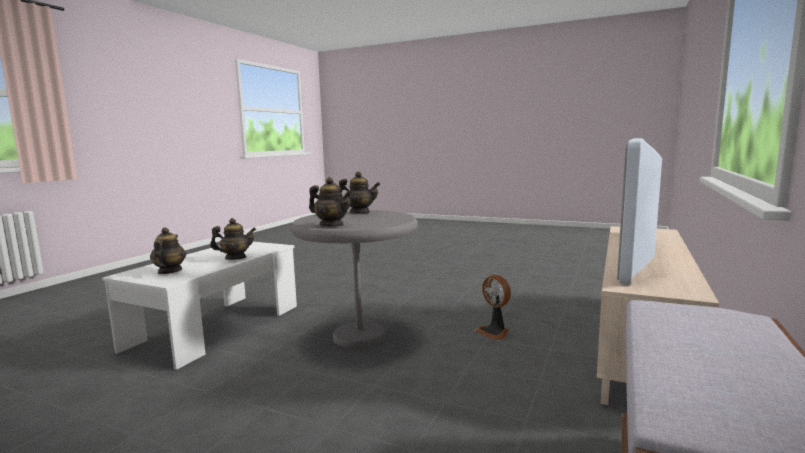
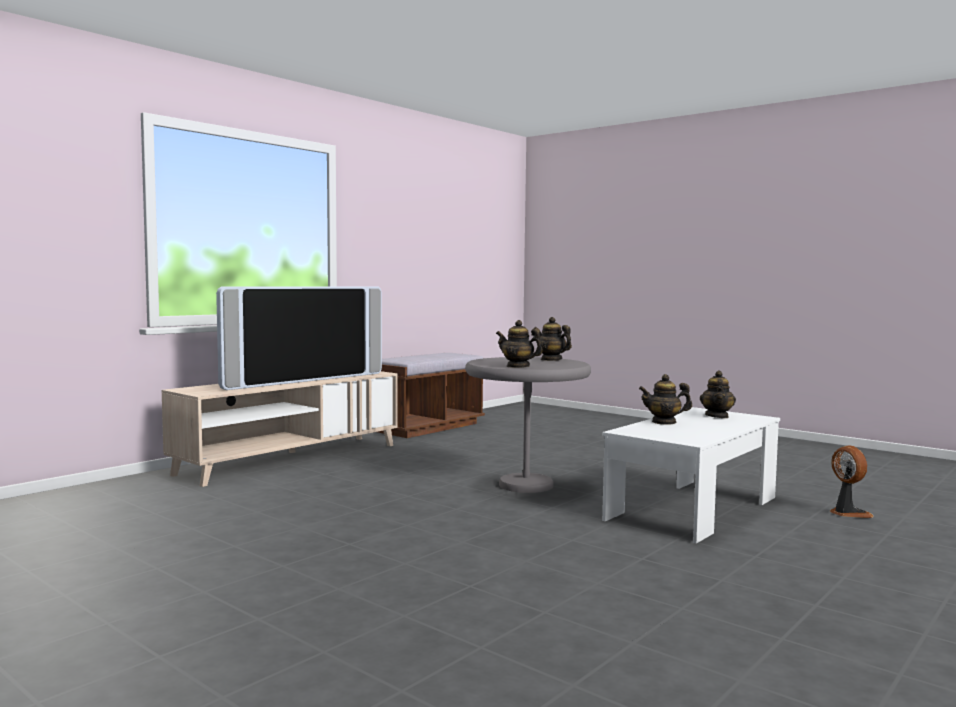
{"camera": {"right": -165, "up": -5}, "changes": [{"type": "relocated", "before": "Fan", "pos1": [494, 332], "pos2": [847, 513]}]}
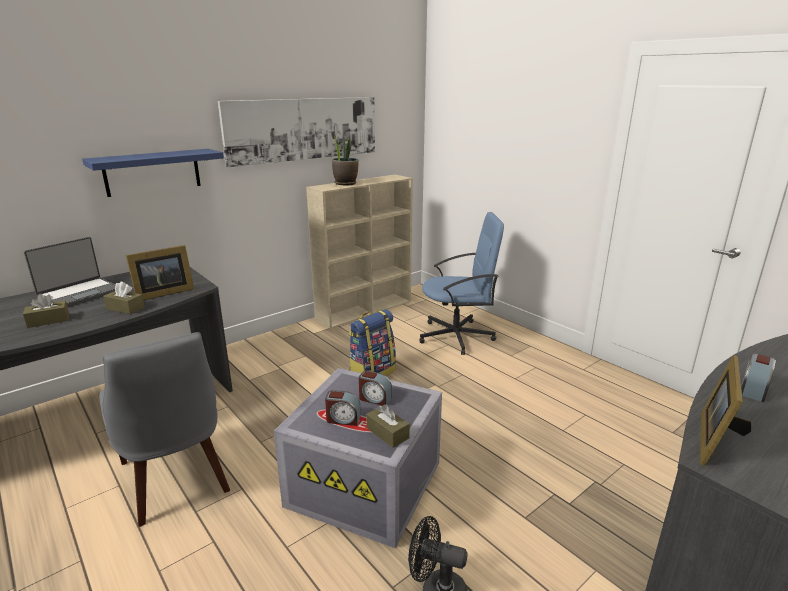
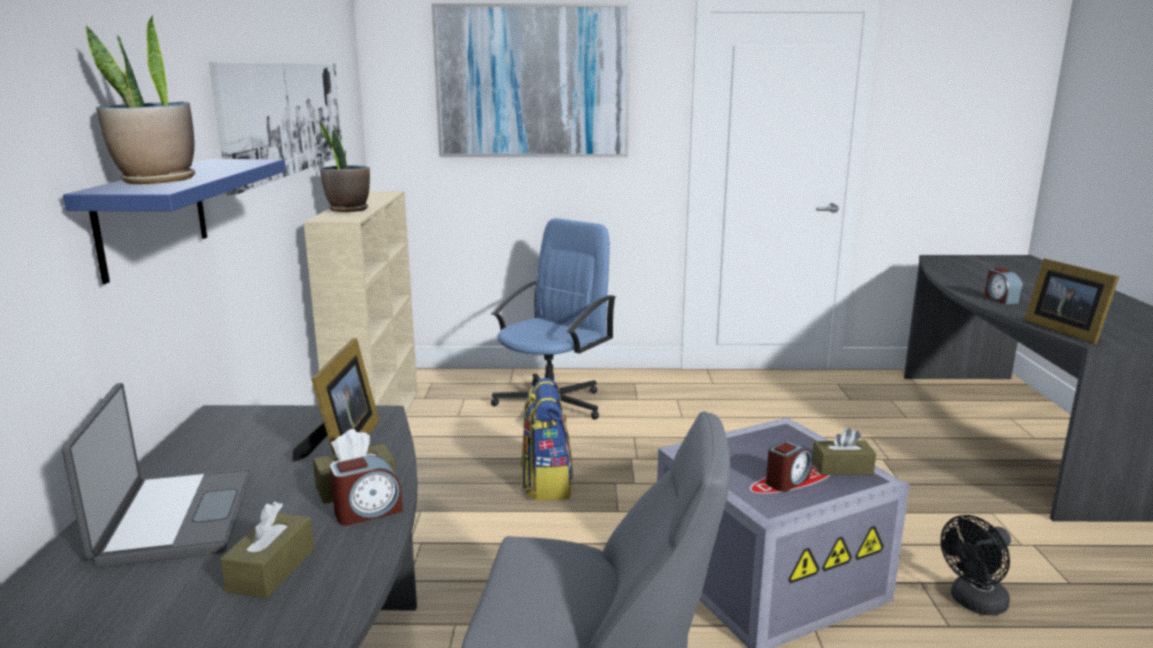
{"camera": {"right": -50, "up": -5}, "changes": [{"type": "relocated", "before": "AlarmClock", "pos1": [374, 398], "pos2": [368, 511]}, {"type": "appeared", "after": "Picture", "pos2": [533, 82]}, {"type": "appeared", "after": "PottedPlant", "pos2": [157, 181]}]}
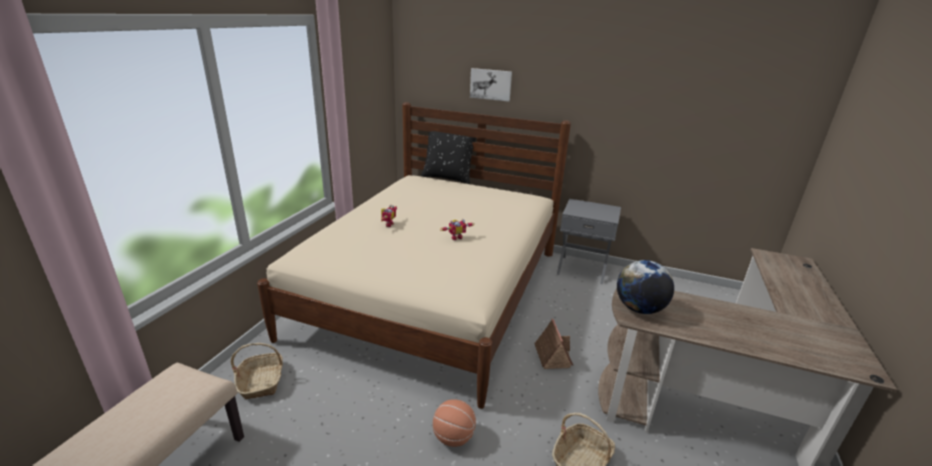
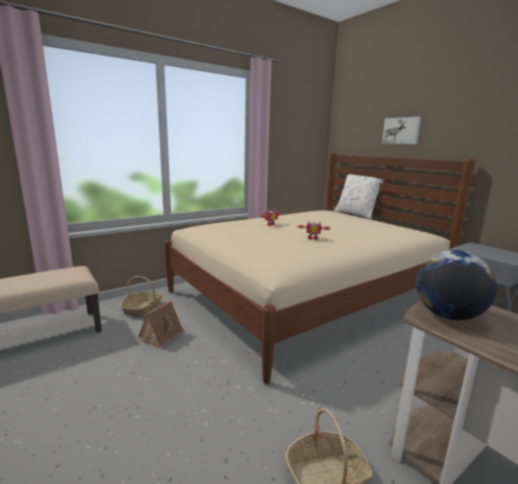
{"camera": {"right": 35, "up": -10}, "changes": [{"type": "colour", "before": "BlackPillow", "after": "WhitePillow", "pos1": [448, 177], "pos2": [356, 214]}, {"type": "relocated", "before": "ToyHouse", "pos1": [552, 355], "pos2": [163, 335]}, {"type": "missing", "before": "Basketball", "pos1": [453, 437]}]}
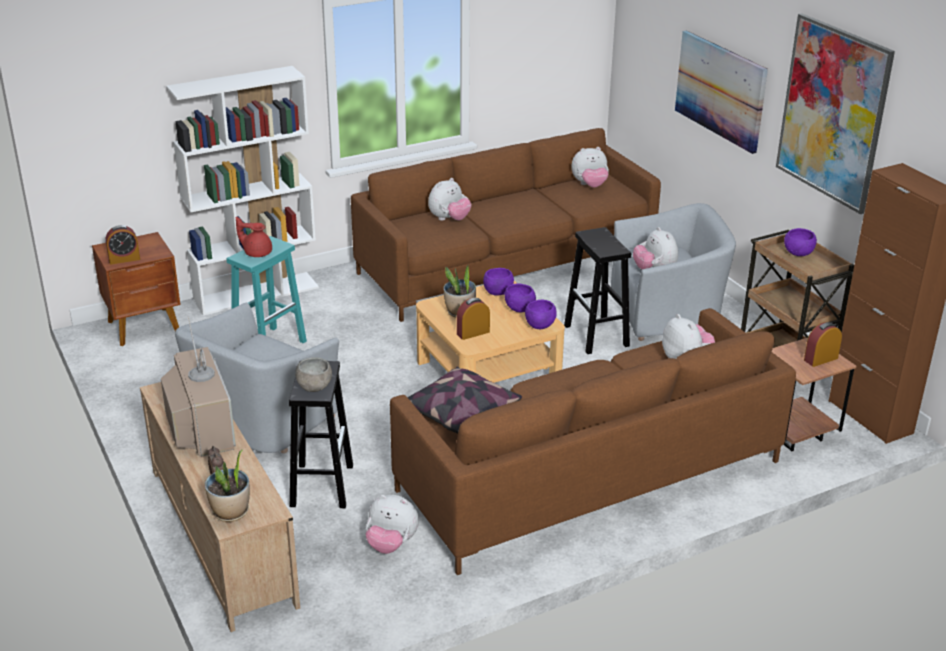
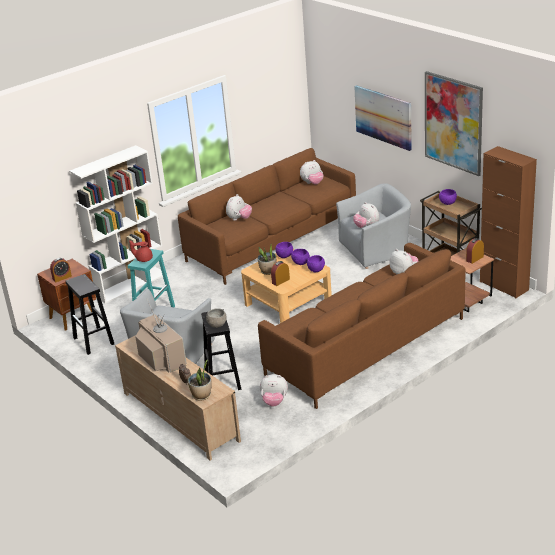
{"camera": {"right": -10, "up": 0}, "changes": [{"type": "relocated", "before": "BlackStool", "pos1": [597, 336], "pos2": [94, 341]}, {"type": "missing", "before": "Pillow", "pos1": [460, 414]}]}
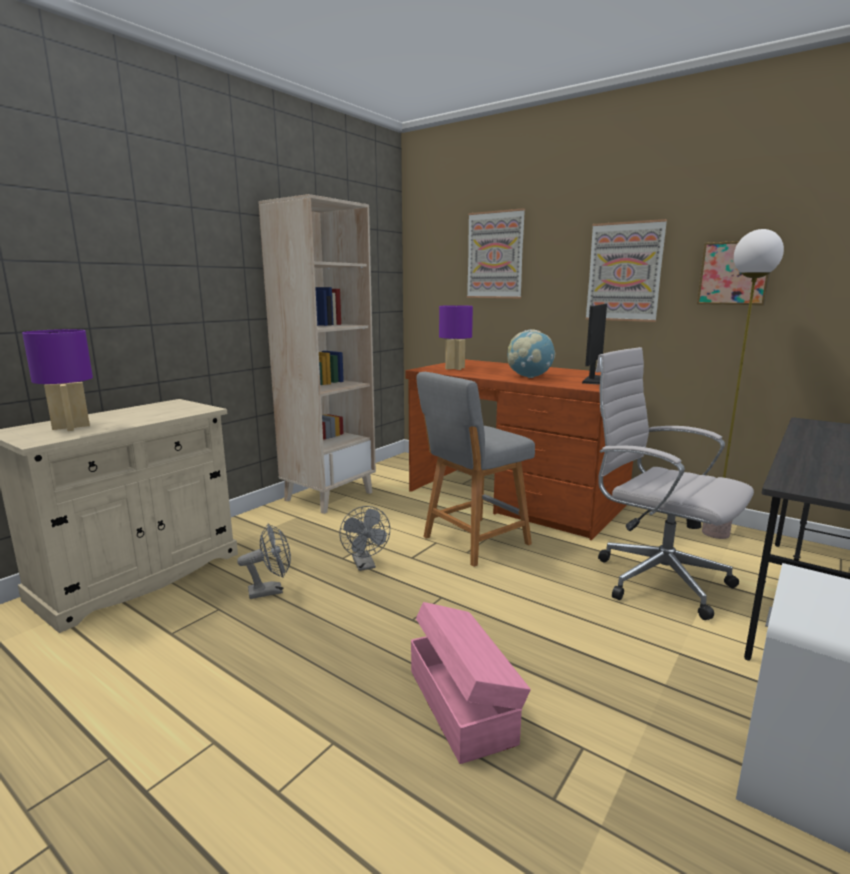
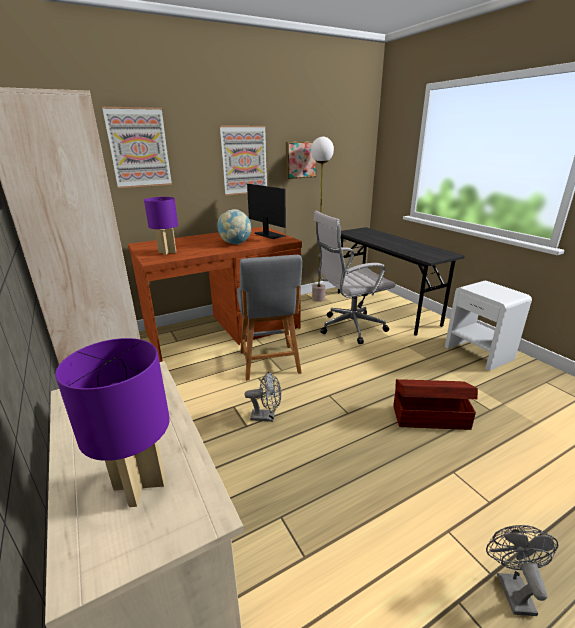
{"camera": {"right": -65, "up": 10}, "changes": [{"type": "relocated", "before": "GreyFan", "pos1": [271, 590], "pos2": [511, 587]}, {"type": "colour", "before": "PinkStorageBox", "after": "BrownStorageBox", "pos1": [462, 704], "pos2": [429, 416]}]}
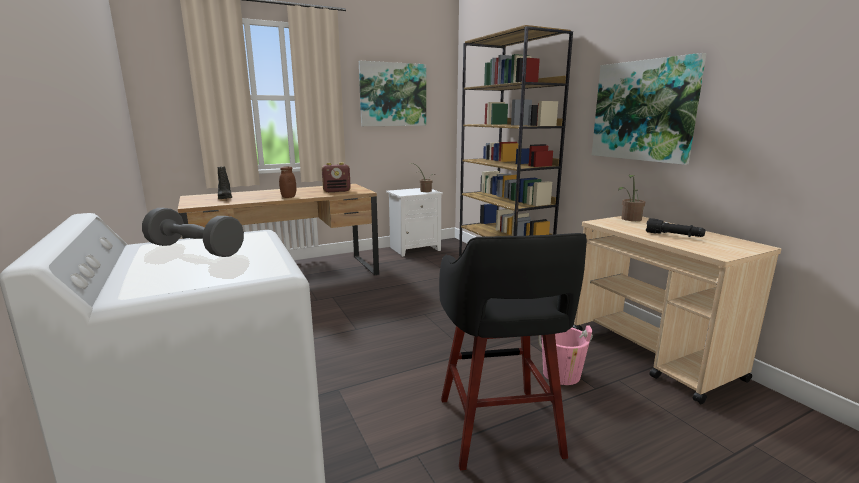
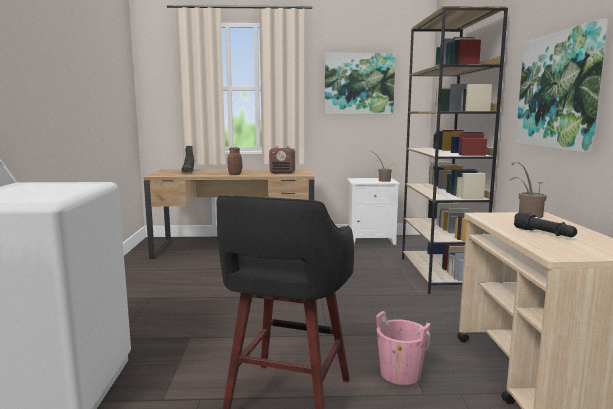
{"camera": {"right": 25, "up": -5}, "changes": [{"type": "missing", "before": "GreyDumbbell", "pos1": [195, 250]}]}
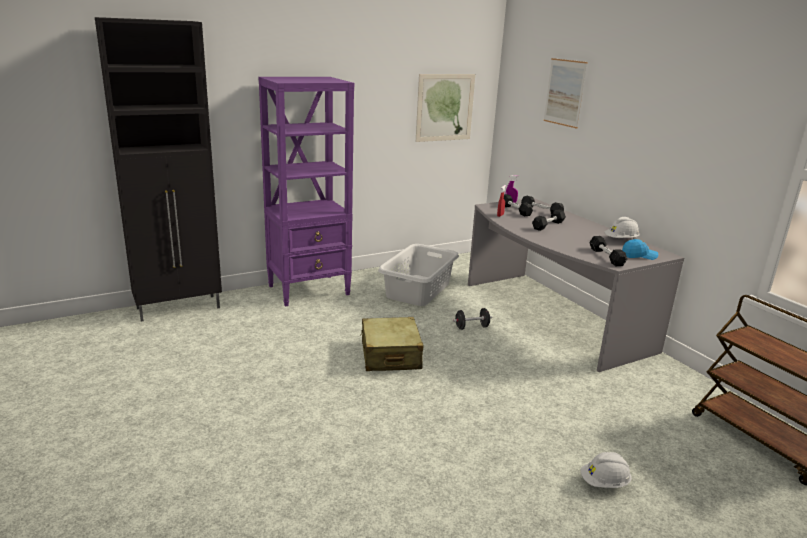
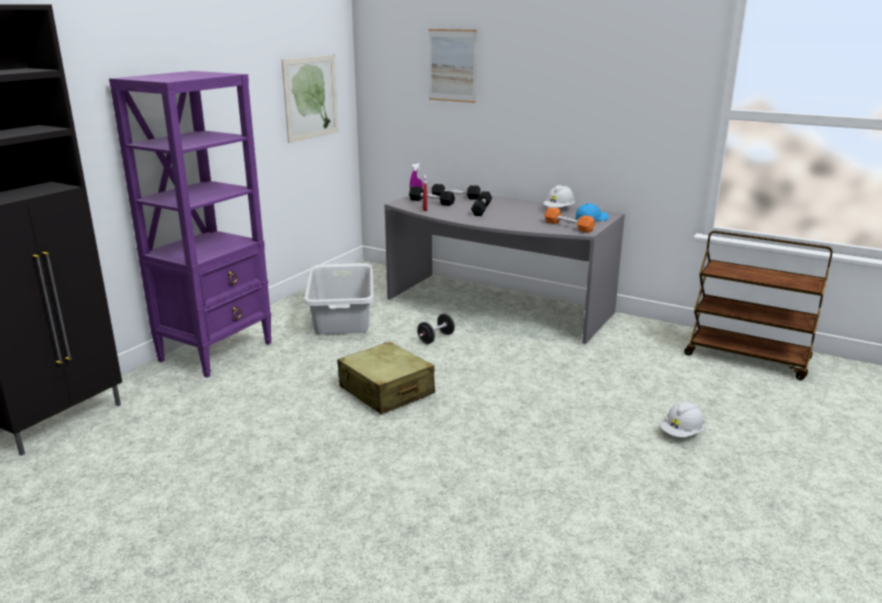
{"camera": {"right": -30, "up": 0}, "changes": [{"type": "colour", "before": "BlackDumbbell", "after": "OrangeDumbbell", "pos1": [606, 257], "pos2": [568, 226]}]}
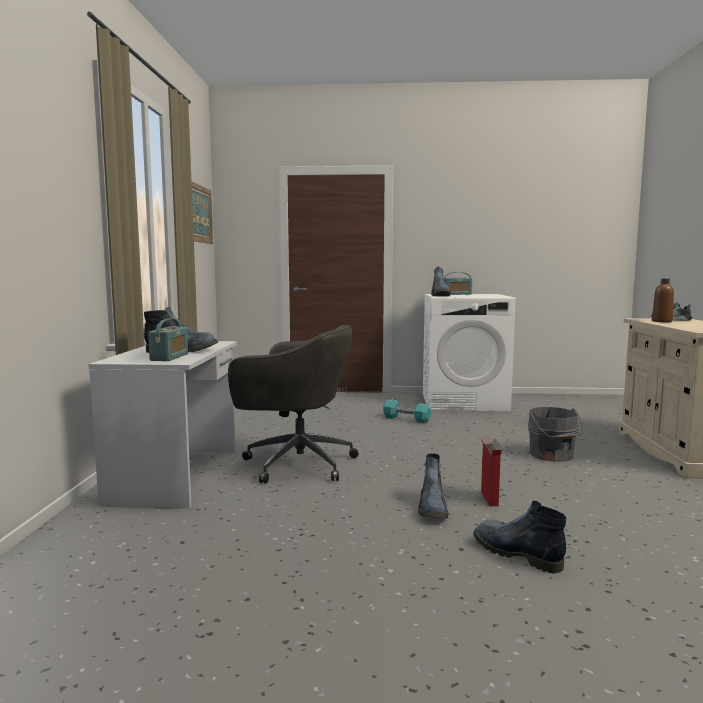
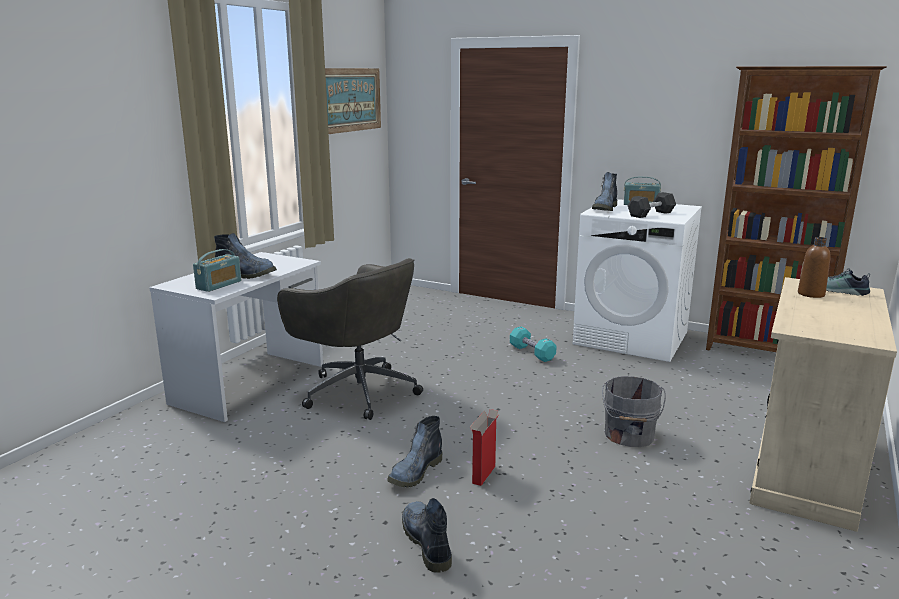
{"camera": {"right": 25, "up": 10}, "changes": [{"type": "appeared", "after": "BrownBookcase", "pos2": [766, 352]}, {"type": "appeared", "after": "BlackDumbbell", "pos2": [651, 214]}]}
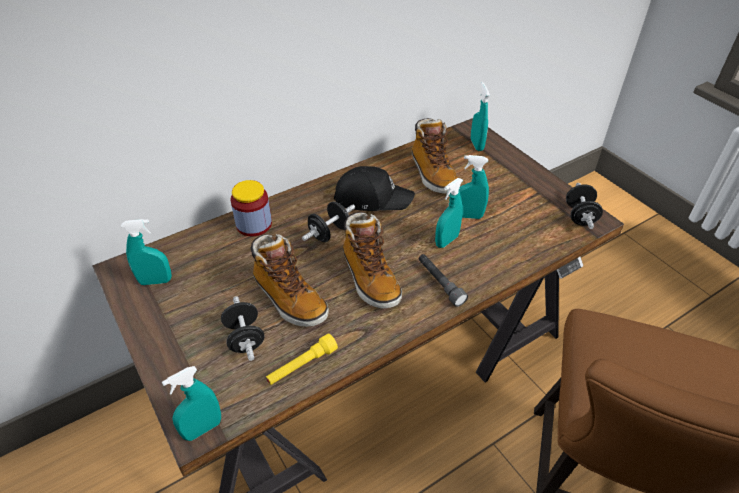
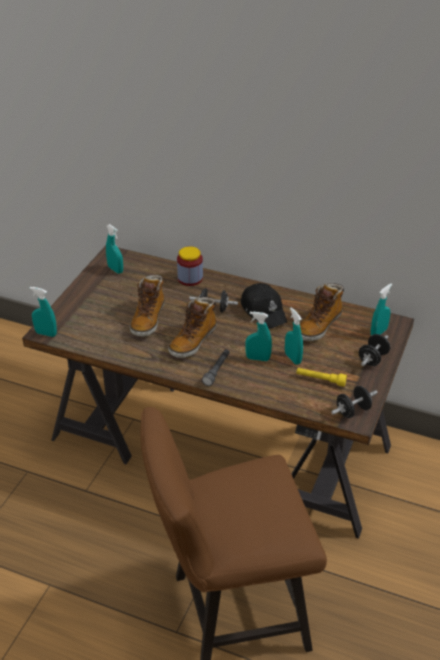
{"camera": {"right": 55, "up": -5}, "changes": [{"type": "relocated", "before": "BlackDumbbell", "pos1": [245, 338], "pos2": [373, 359]}, {"type": "relocated", "before": "YellowFlashlight", "pos1": [302, 366], "pos2": [320, 380]}]}
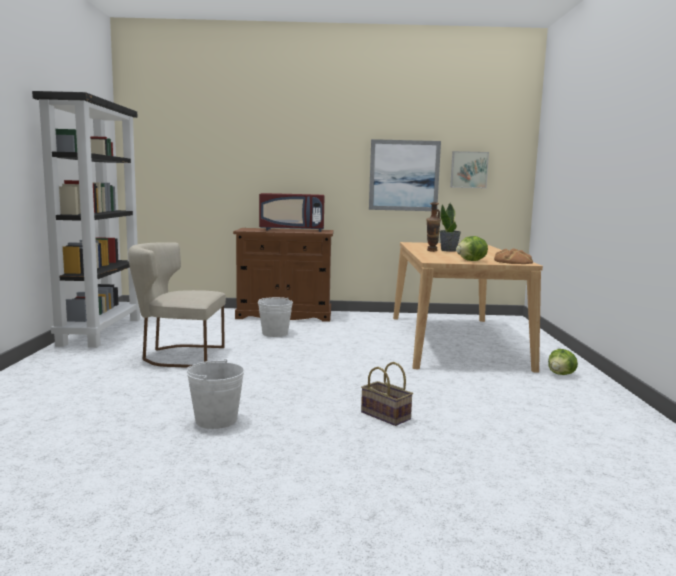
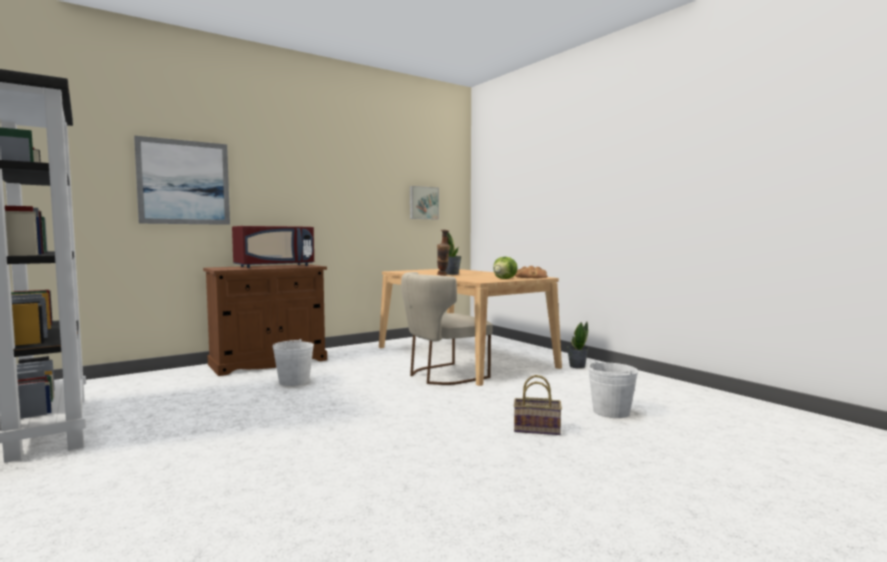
{"camera": {"right": -35, "up": -5}, "changes": [{"type": "relocated", "before": "Picture", "pos1": [404, 175], "pos2": [184, 182]}, {"type": "relocated", "before": "BeigeChair", "pos1": [178, 356], "pos2": [442, 375]}, {"type": "exchanged", "before": "Lettuce", "after": "PottedPlant", "pos1": [561, 374], "pos2": [577, 366]}, {"type": "relocated", "before": "WhiteBucket", "pos1": [216, 420], "pos2": [611, 412]}]}
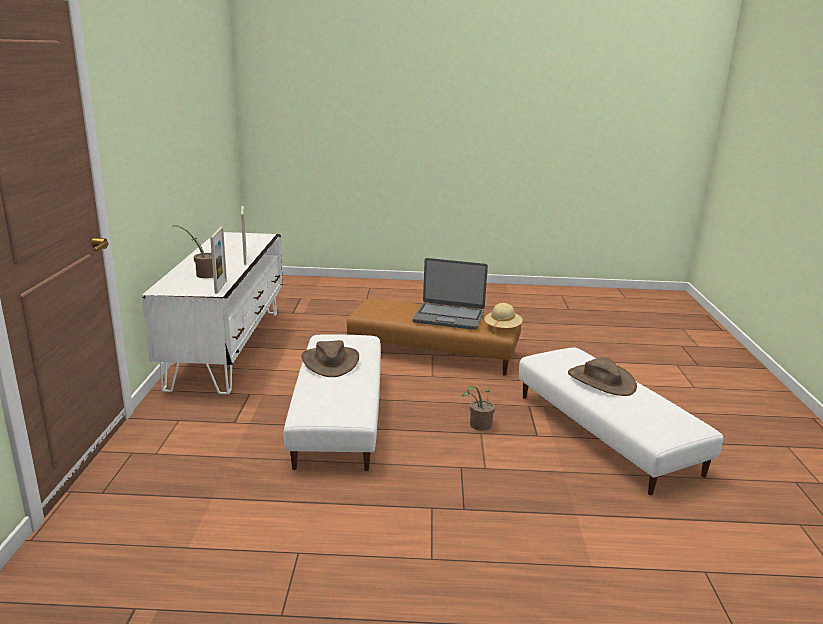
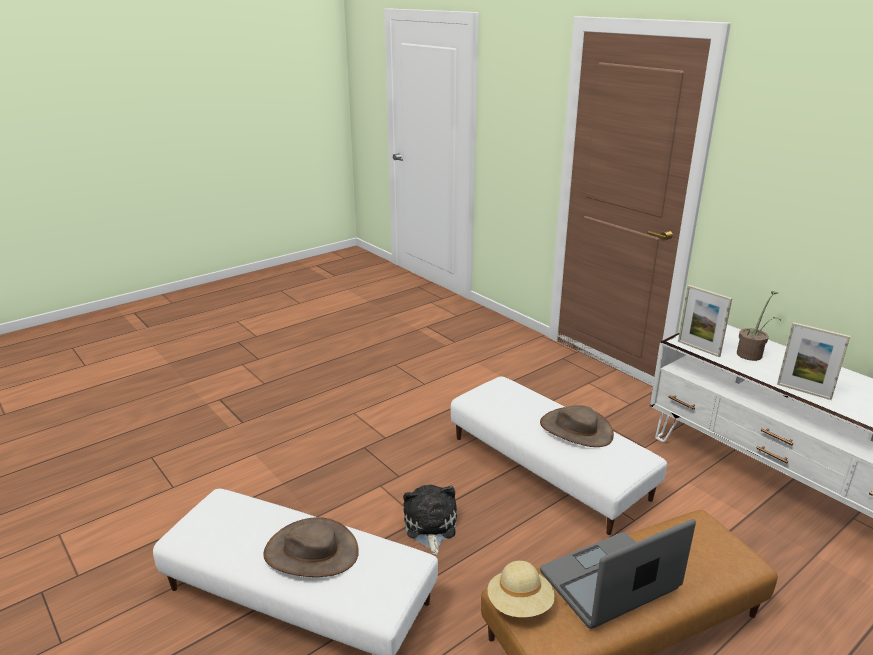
{"camera": {"right": 140, "up": 5}, "changes": [{"type": "exchanged", "before": "PottedPlant", "after": "PlushToy", "pos1": [478, 426], "pos2": [430, 527]}]}
